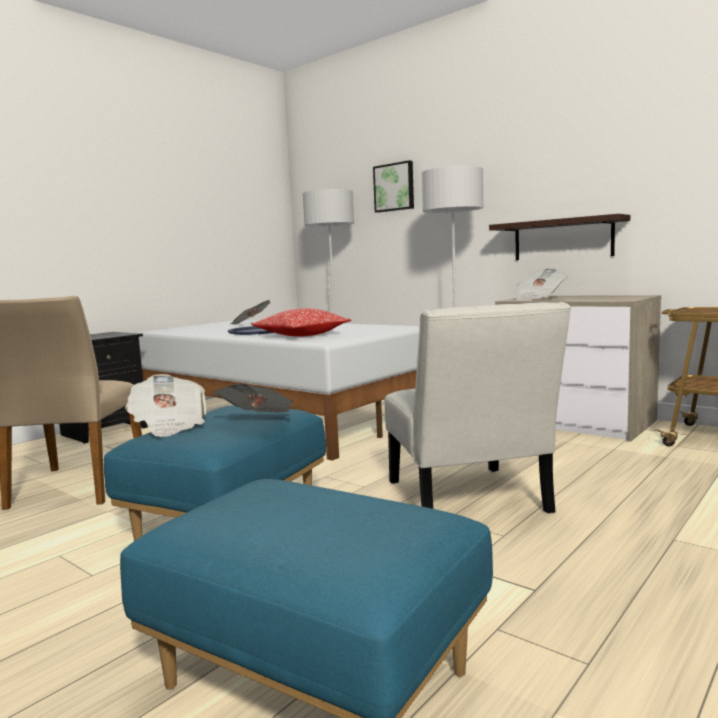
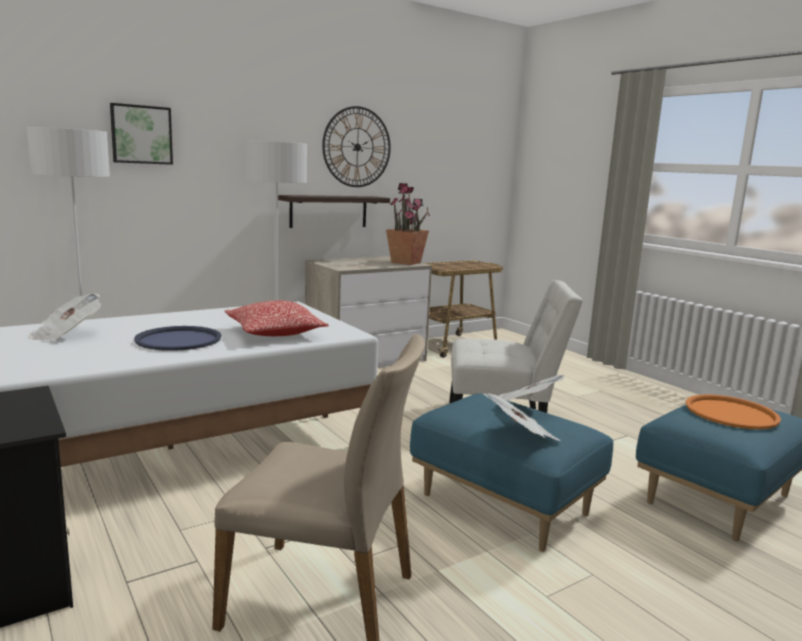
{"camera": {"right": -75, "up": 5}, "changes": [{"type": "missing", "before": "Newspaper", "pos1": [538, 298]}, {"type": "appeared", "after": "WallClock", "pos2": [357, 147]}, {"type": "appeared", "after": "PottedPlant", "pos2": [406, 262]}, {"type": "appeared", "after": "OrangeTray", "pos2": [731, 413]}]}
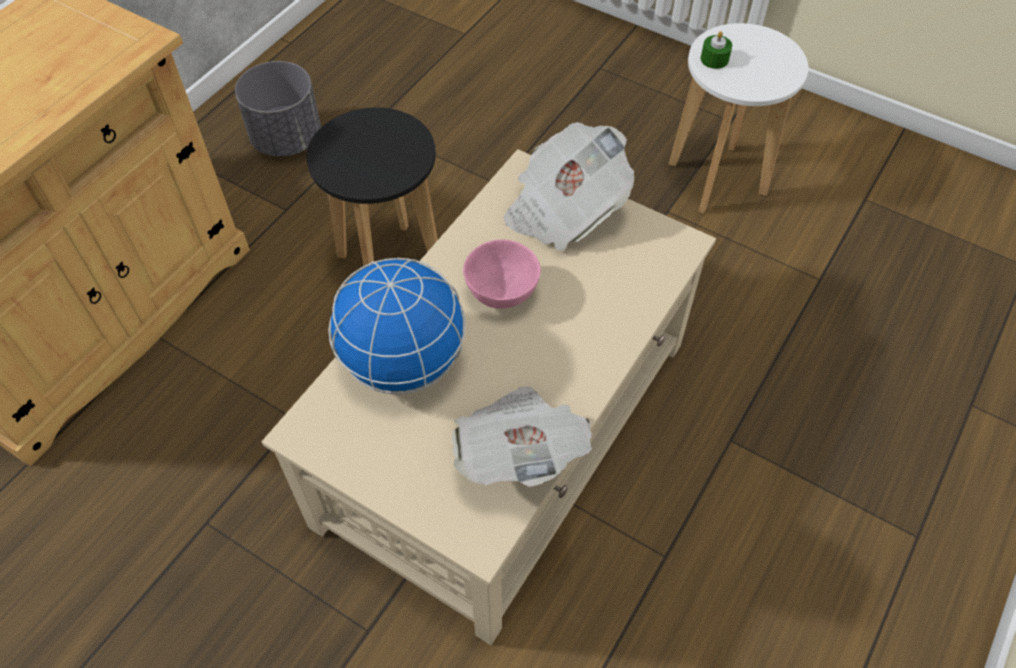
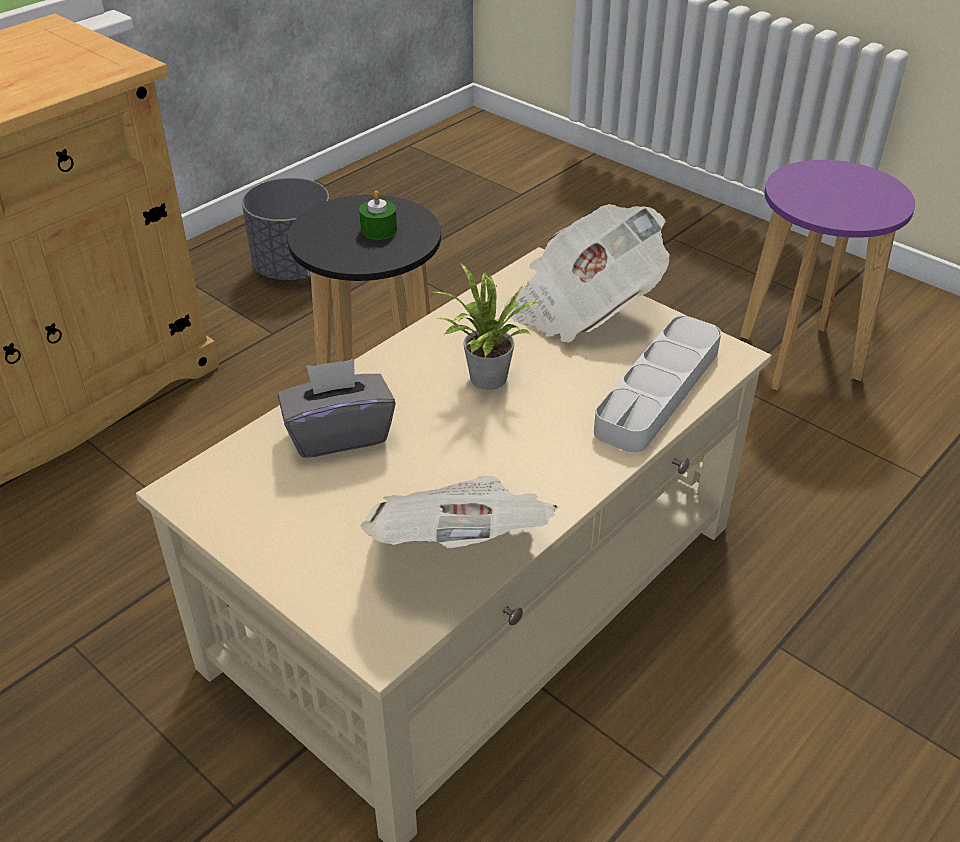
{"camera": {"right": 10, "up": -15}, "changes": [{"type": "colour", "before": "WhiteStool", "after": "PurpleStool", "pos1": [717, 179], "pos2": [800, 358]}, {"type": "relocated", "before": "GreenCandle", "pos1": [714, 59], "pos2": [379, 229]}, {"type": "exchanged", "before": "PinkBowl", "after": "PottedPlant", "pos1": [503, 294], "pos2": [484, 380]}, {"type": "exchanged", "before": "Globe", "after": "GreyTissueBox", "pos1": [403, 363], "pos2": [339, 434]}, {"type": "appeared", "after": "GreyTray", "pos2": [658, 390]}]}
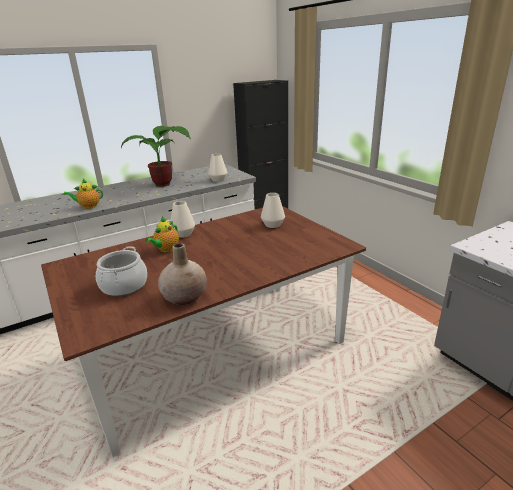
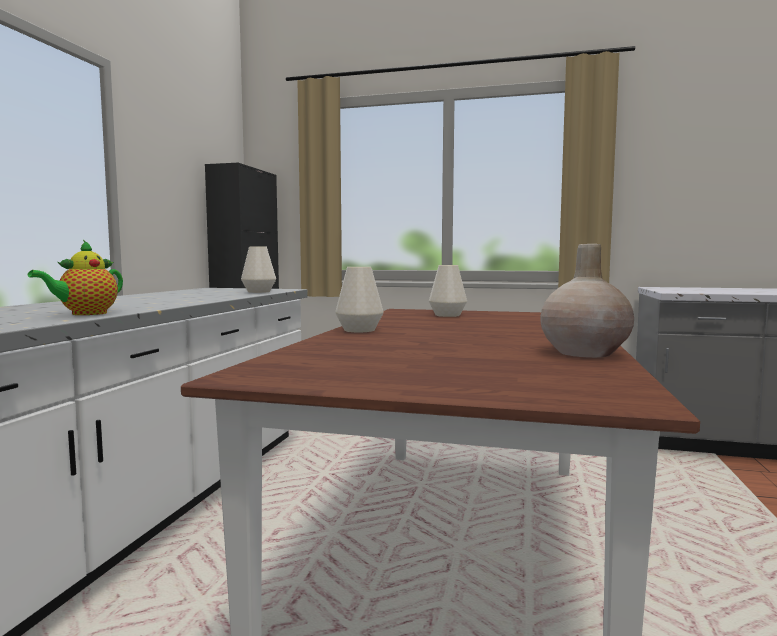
{"camera": {"right": -45, "up": -20}, "changes": [{"type": "missing", "before": "PottedPlant", "pos1": [165, 184]}, {"type": "missing", "before": "Teapot", "pos1": [166, 249]}, {"type": "missing", "before": "CookingPot", "pos1": [124, 285]}]}
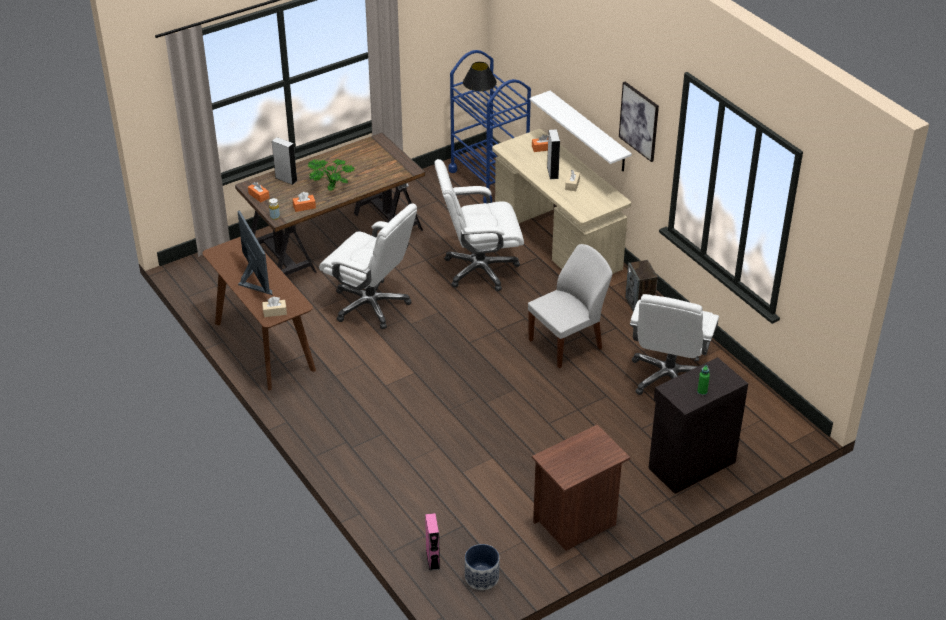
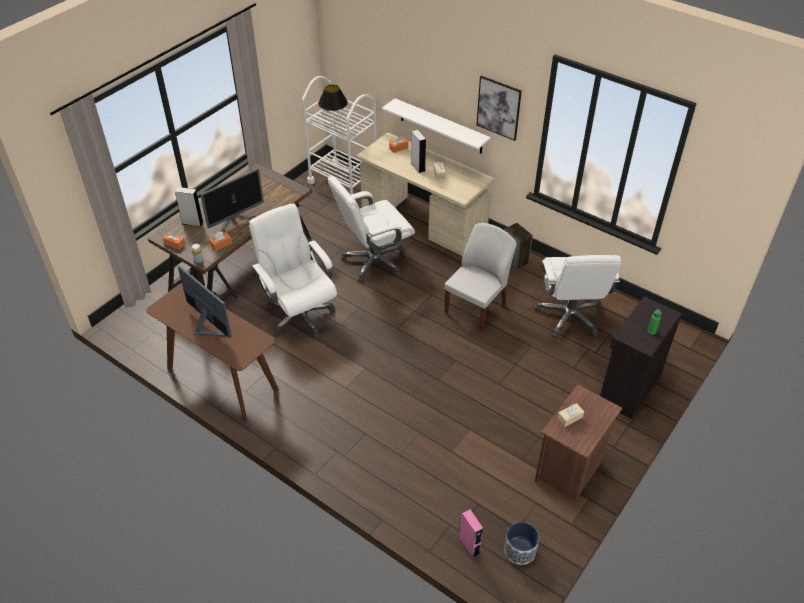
{"camera": {"right": -20, "up": 5}, "changes": [{"type": "colour", "before": "BlueCart", "after": "WhiteCart", "pos1": [489, 178], "pos2": [343, 182]}, {"type": "exchanged", "before": "PottedPlant", "after": "Monitor", "pos1": [330, 186], "pos2": [236, 220]}, {"type": "spun", "before": "WhiteOfficeChair", "pos1": [371, 305], "pos2": [299, 315], "turn": -135}, {"type": "relocated", "before": "BeigeTissueBox", "pos1": [275, 312], "pos2": [569, 418]}]}
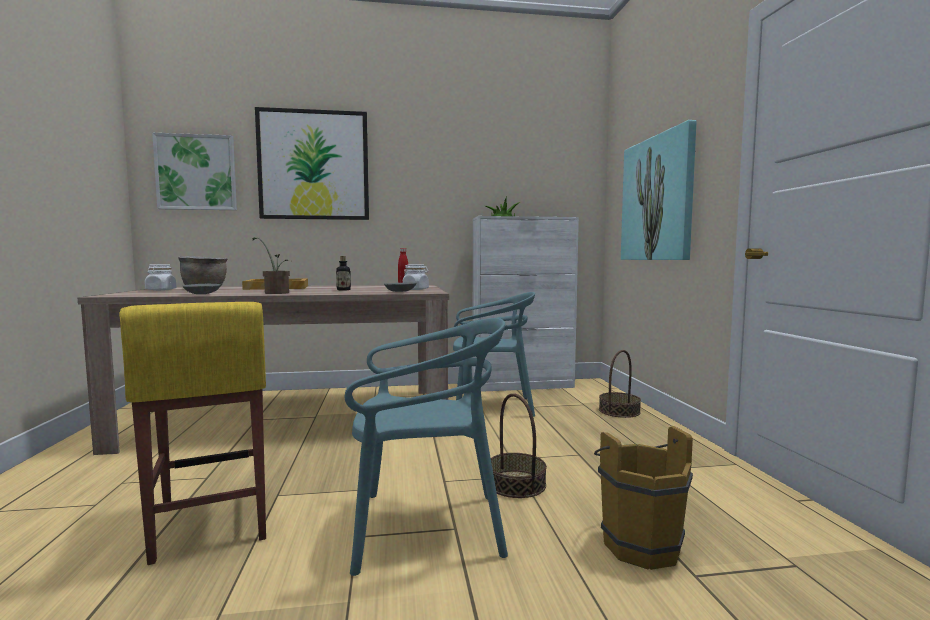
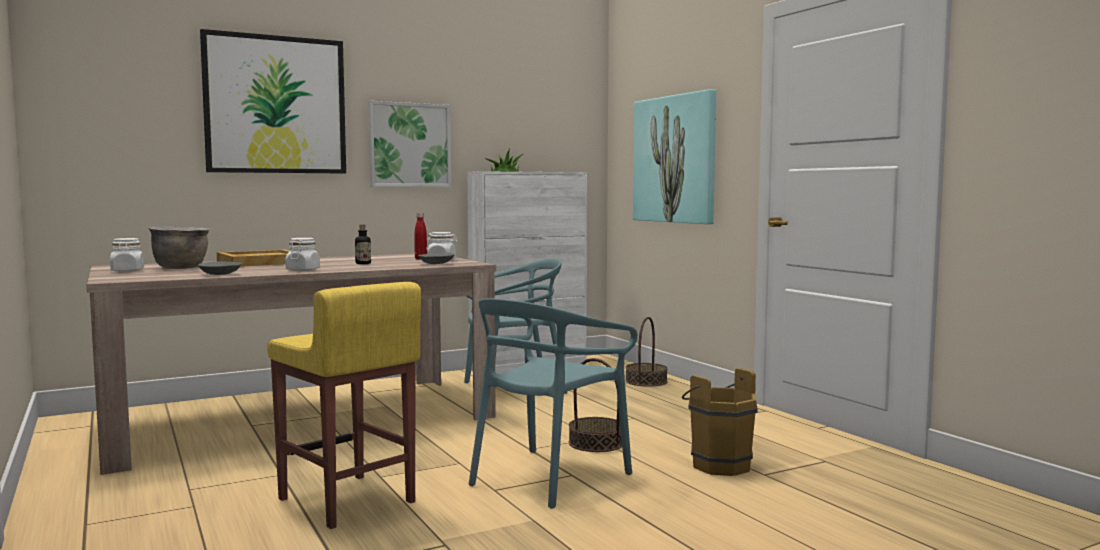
{"camera": {"right": -20, "up": 0}, "changes": [{"type": "relocated", "before": "Picture", "pos1": [196, 172], "pos2": [409, 145]}, {"type": "exchanged", "before": "PottedPlant", "after": "WhiteJar", "pos1": [275, 293], "pos2": [303, 270]}, {"type": "spun", "before": "TurquoiseChair", "pos1": [427, 527], "pos2": [548, 477], "turn": 150}]}
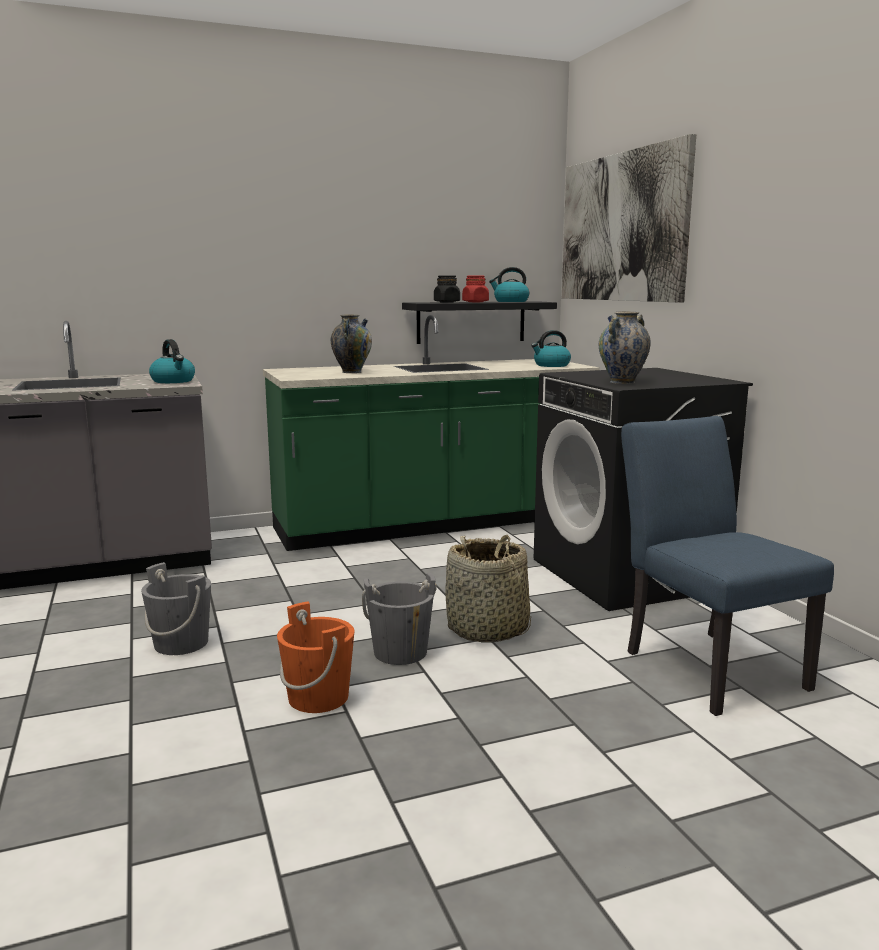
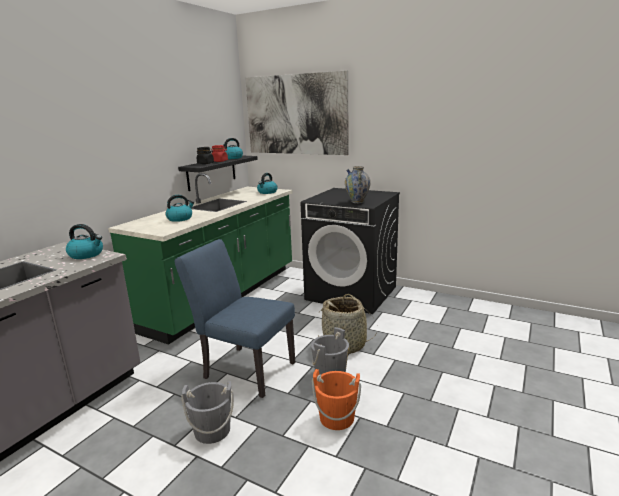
{"camera": {"right": -40, "up": 5}, "changes": [{"type": "exchanged", "before": "Vase", "after": "Kettle", "pos1": [352, 372], "pos2": [180, 218]}, {"type": "relocated", "before": "BlueChair", "pos1": [705, 664], "pos2": [244, 368]}]}
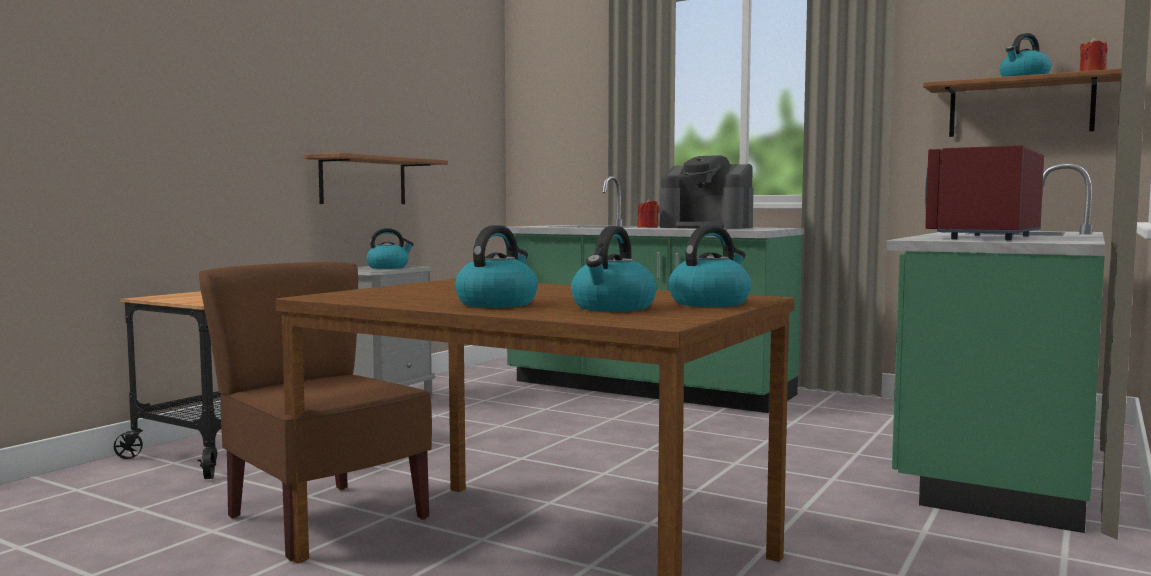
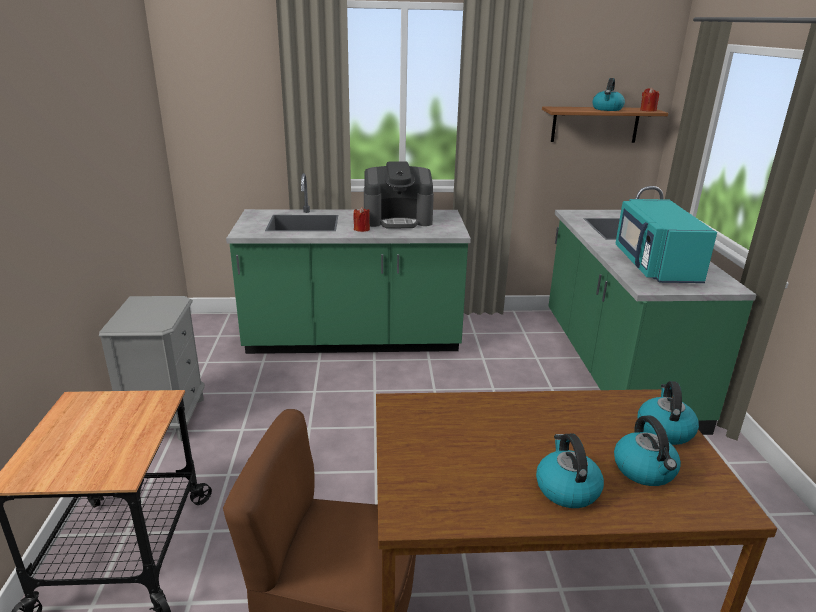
{"camera": {"right": -35, "up": 20}, "changes": [{"type": "colour", "before": "RedMicrowave", "after": "TurquoiseMicrowave", "pos1": [984, 237], "pos2": [654, 265]}, {"type": "missing", "before": "Shelf", "pos1": [363, 181]}, {"type": "missing", "before": "Kettle", "pos1": [388, 267]}]}
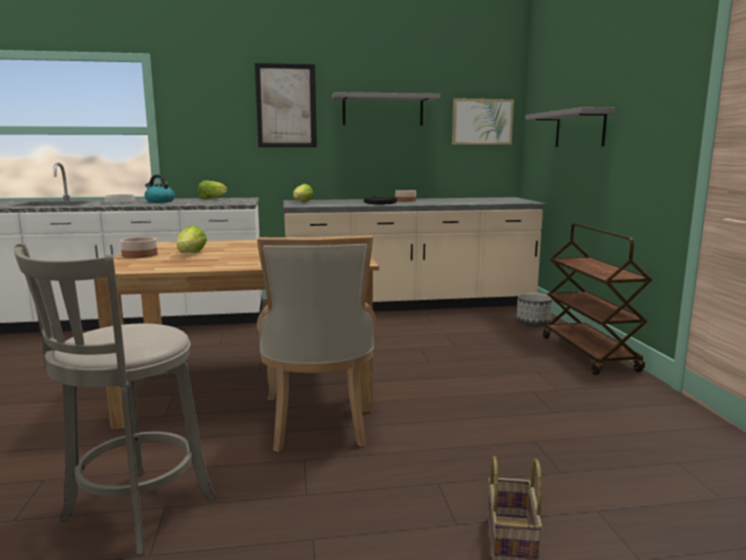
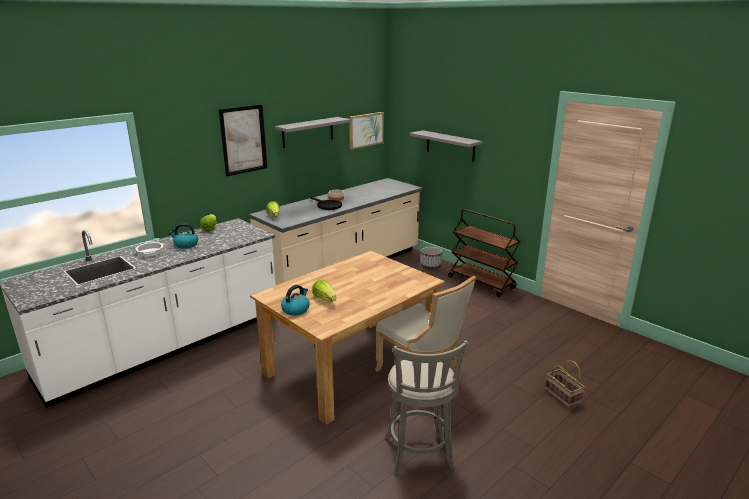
{"camera": {"right": -35, "up": 10}, "changes": [{"type": "exchanged", "before": "Bowl", "after": "Kettle", "pos1": [139, 255], "pos2": [296, 309]}]}
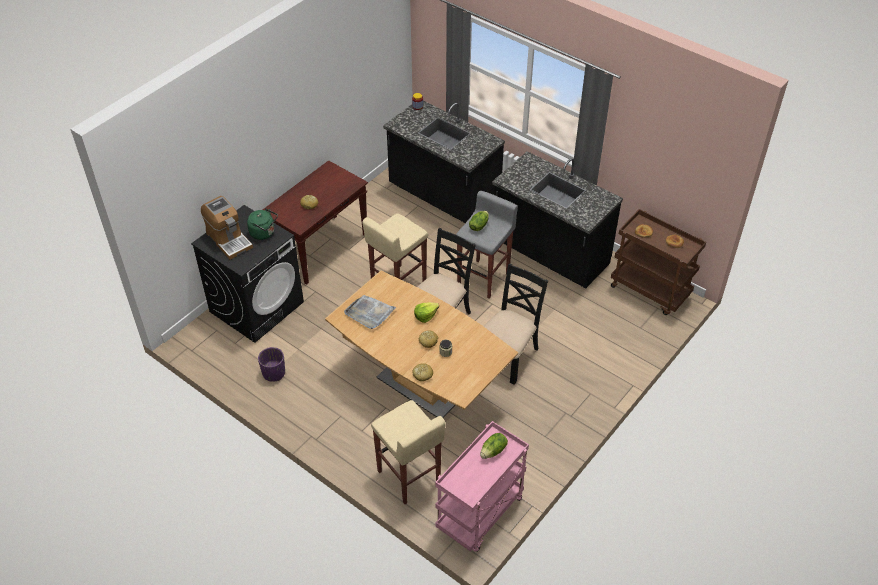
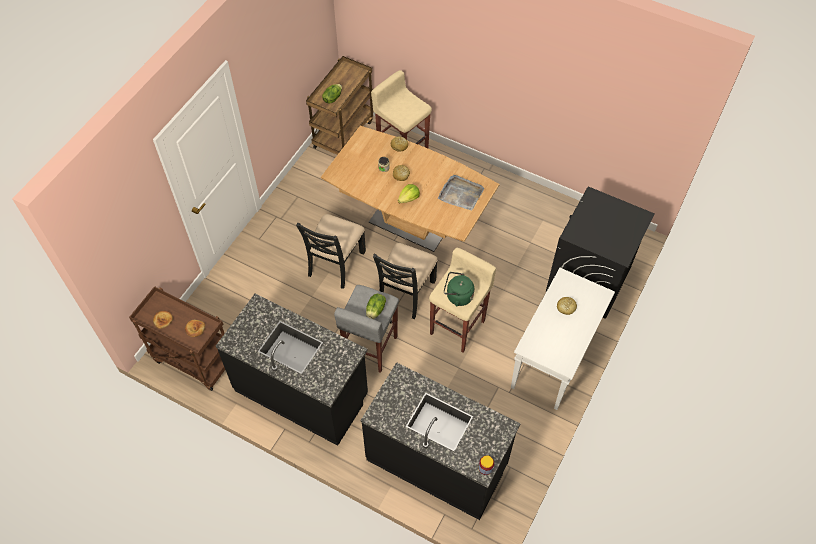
{"camera": {"right": 170, "up": 10}, "changes": [{"type": "colour", "before": "BrownConsoleTable", "after": "WhiteConsoleTable", "pos1": [321, 248], "pos2": [553, 360]}, {"type": "missing", "before": "CoffeeMachine", "pos1": [229, 240]}, {"type": "relocated", "before": "GreenKettle", "pos1": [264, 233], "pos2": [457, 296]}, {"type": "missing", "before": "PurplePlanter", "pos1": [274, 373]}, {"type": "colour", "before": "PinkCart", "after": "BrownCart", "pos1": [480, 515], "pos2": [343, 133]}]}
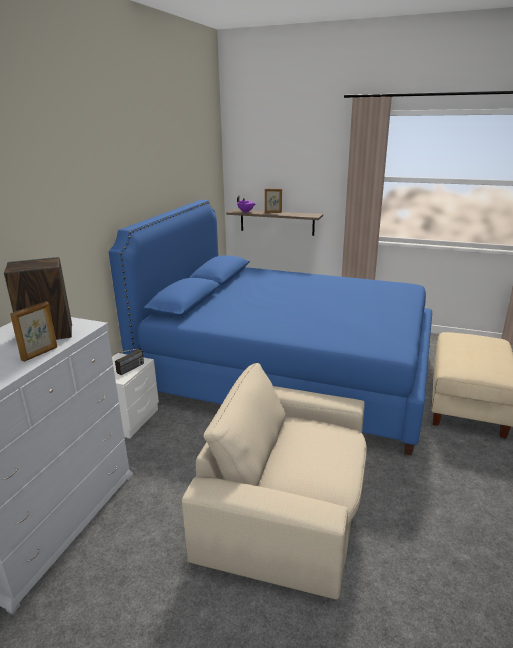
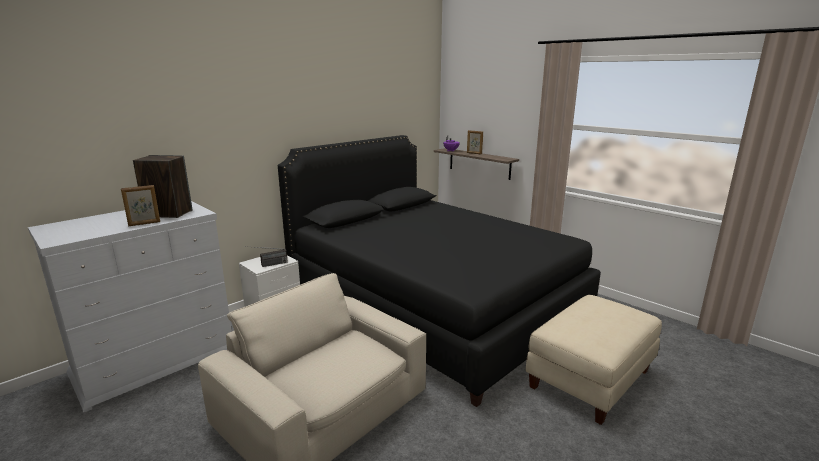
{"camera": {"right": 25, "up": -5}, "changes": [{"type": "colour", "before": "BlueBed", "after": "BlackBed", "pos1": [288, 374], "pos2": [433, 305]}]}
